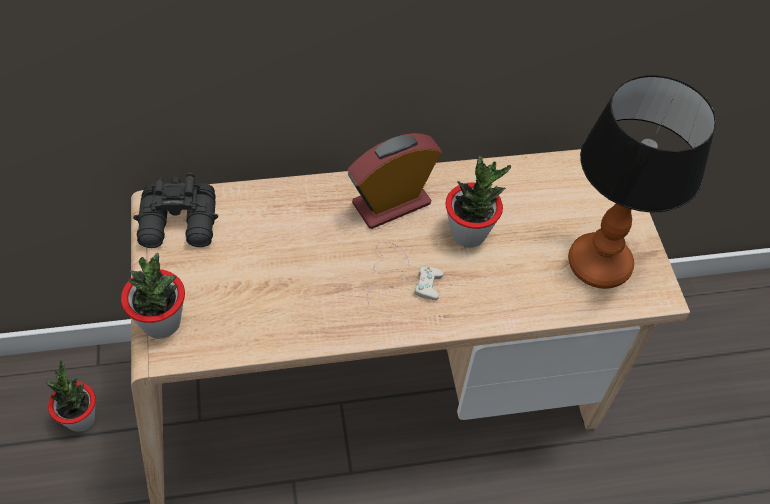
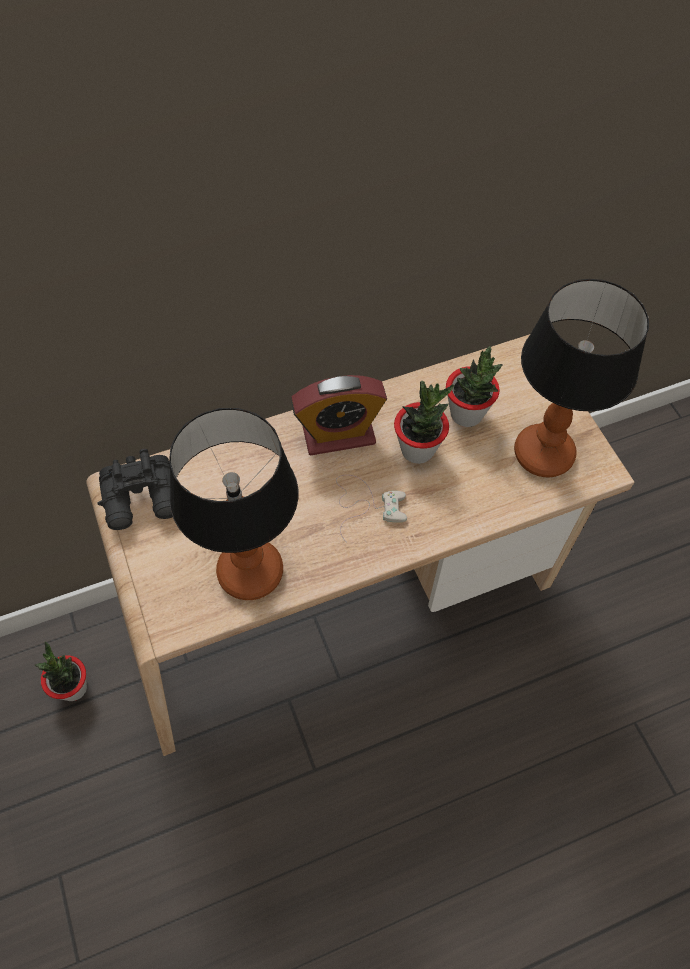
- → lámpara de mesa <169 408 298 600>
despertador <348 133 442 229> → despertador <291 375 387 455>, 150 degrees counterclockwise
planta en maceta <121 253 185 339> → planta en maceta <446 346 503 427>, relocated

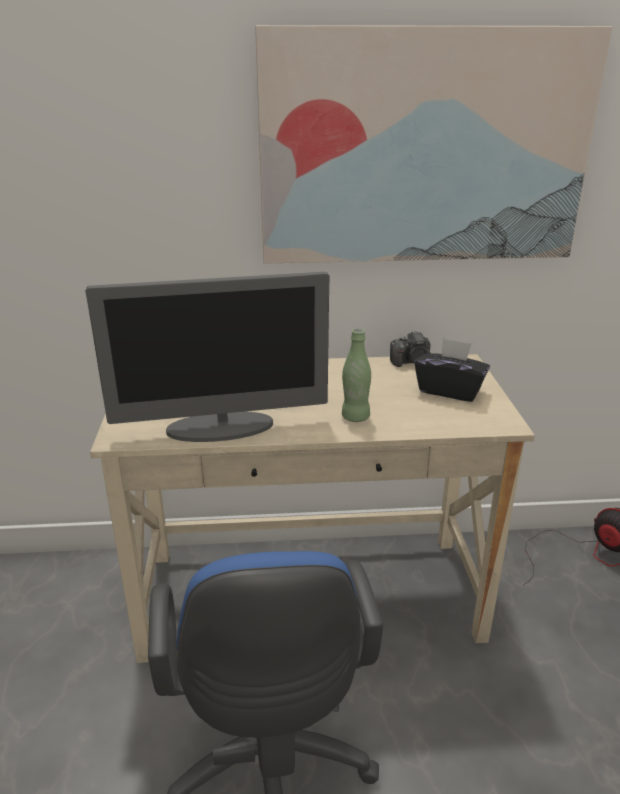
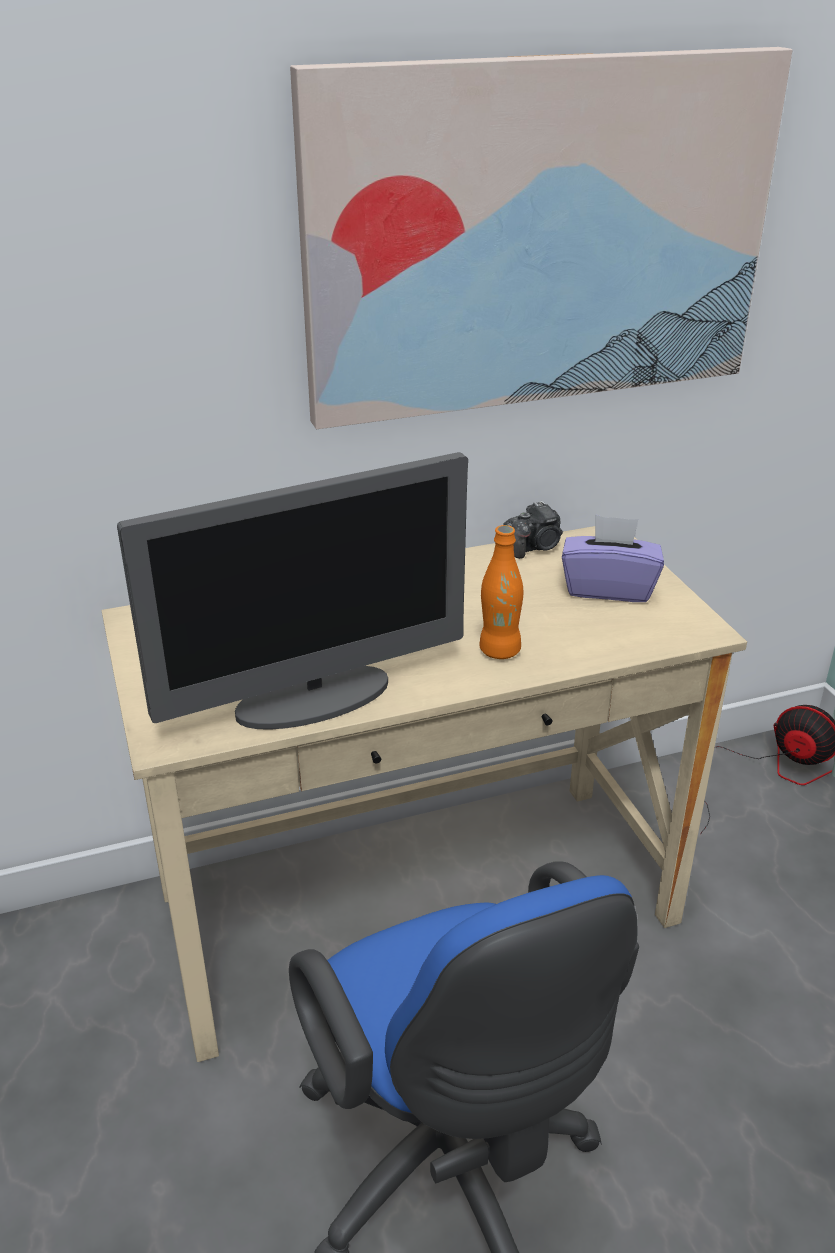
botella (verde) <342 328 371 422> → botella (naranja) <479 525 523 659>
caja de pañuelos (negro) <415 338 490 402> → caja de pañuelos (morado) <562 515 664 602>

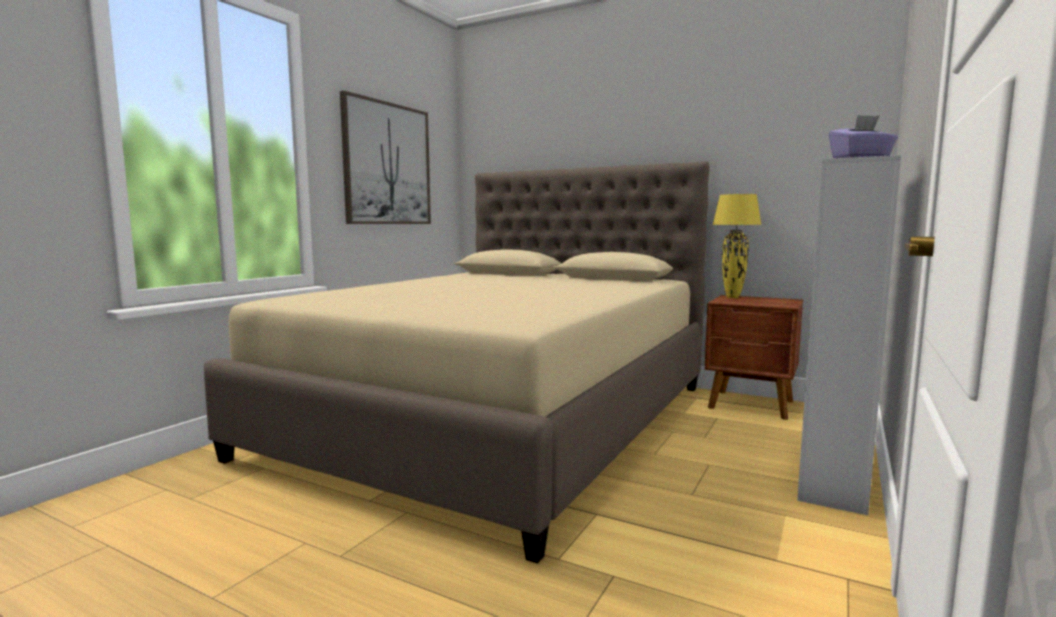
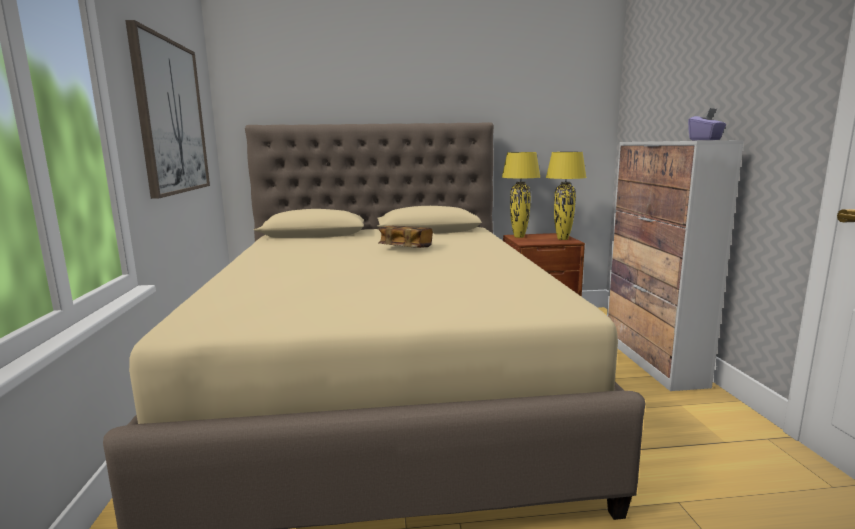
- → libro <378 226 433 248>
- → lámpara de mesa (amarillo) <546 152 587 240>

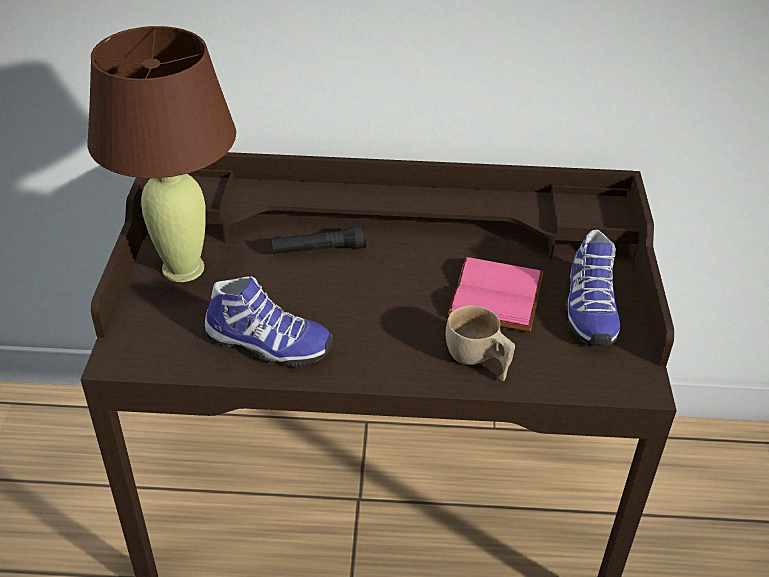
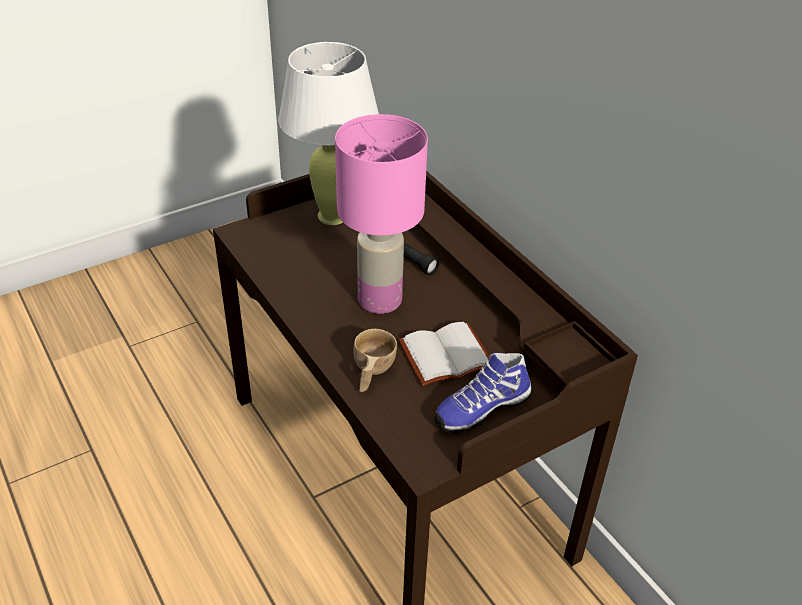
lámpara de mesa (marrón) <87 26 236 282> → lámpara de mesa (blanco) <278 42 379 225>
- → lámpara de mesa (rosa) <335 114 428 314>
libro (rosa) <448 257 544 332> → libro (blanco) <399 322 489 386>
zapato <204 276 333 368> → -

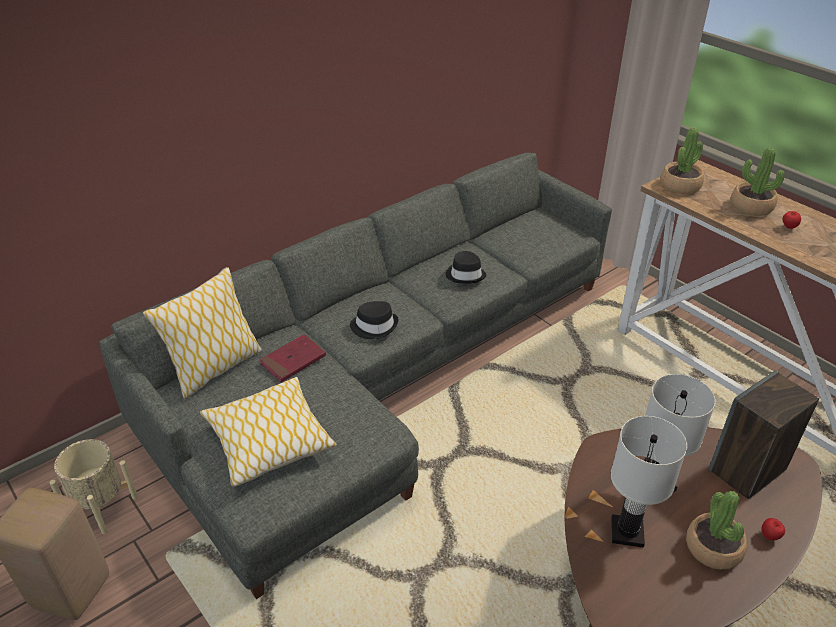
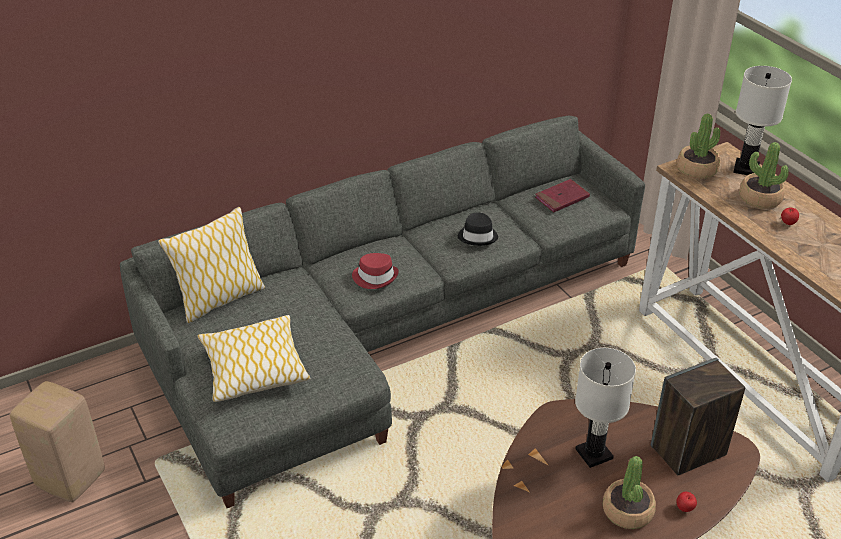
sombrero (negro) <350 301 399 339> → sombrero (rojo) <352 253 399 289>
libro (rojo) <260 334 326 383> → libro (rojo) <535 179 590 213>, relocated
lámpara de mesa (blanco) <611 416 687 548> → lámpara de mesa (blanco) <733 66 792 175>, relocated
maceta (beis) <49 439 138 534> → -

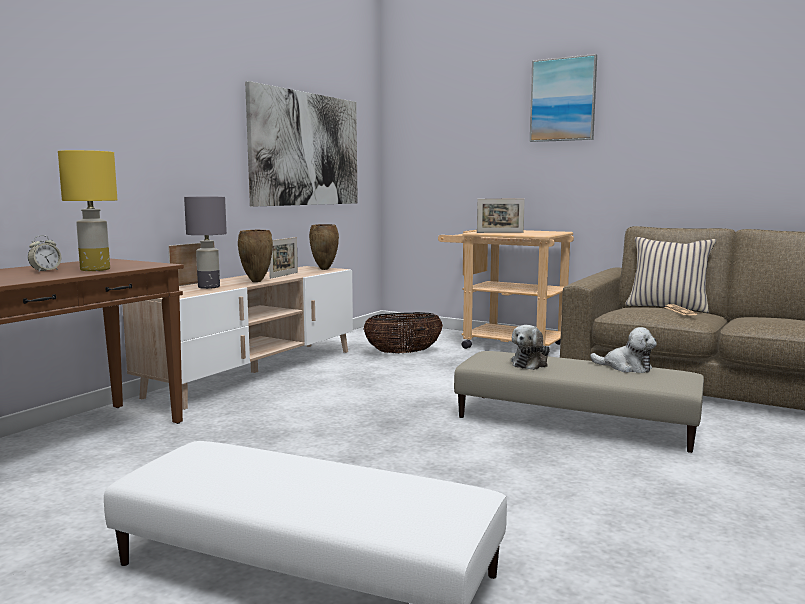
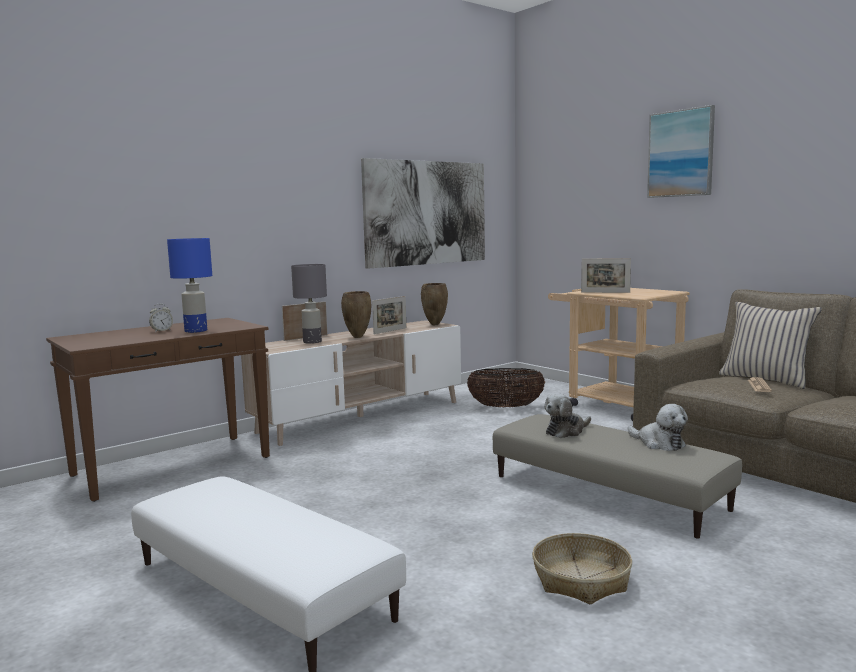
lámpara de mesa (amarillo) <58 150 117 271> → lámpara de mesa (azul) <167 238 212 333>
- → cesta <532 533 632 604>

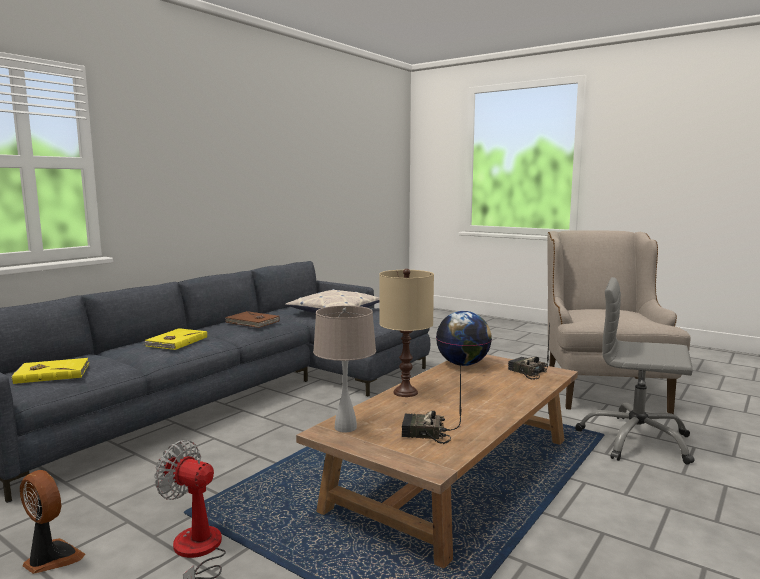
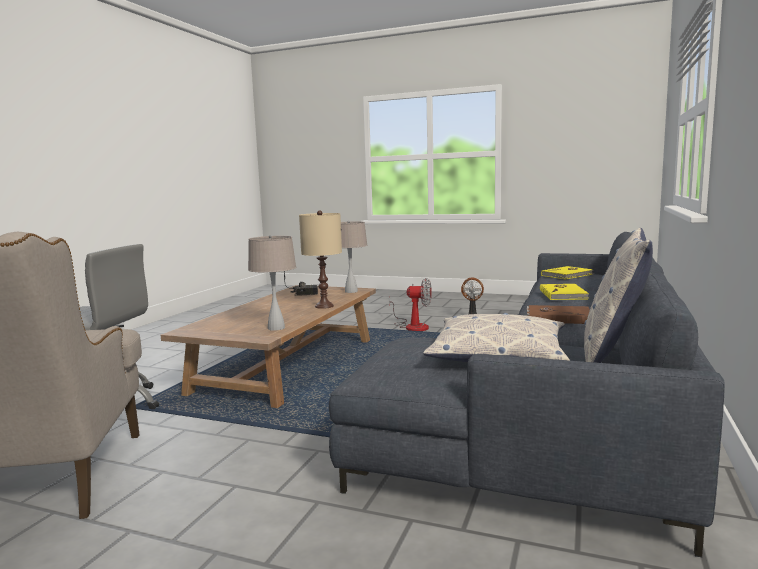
globo terráqueo <436 311 492 366> → lámpara de mesa (beis) <248 235 296 331>
- → cojín <584 228 653 363>
radio <508 323 550 380> → -

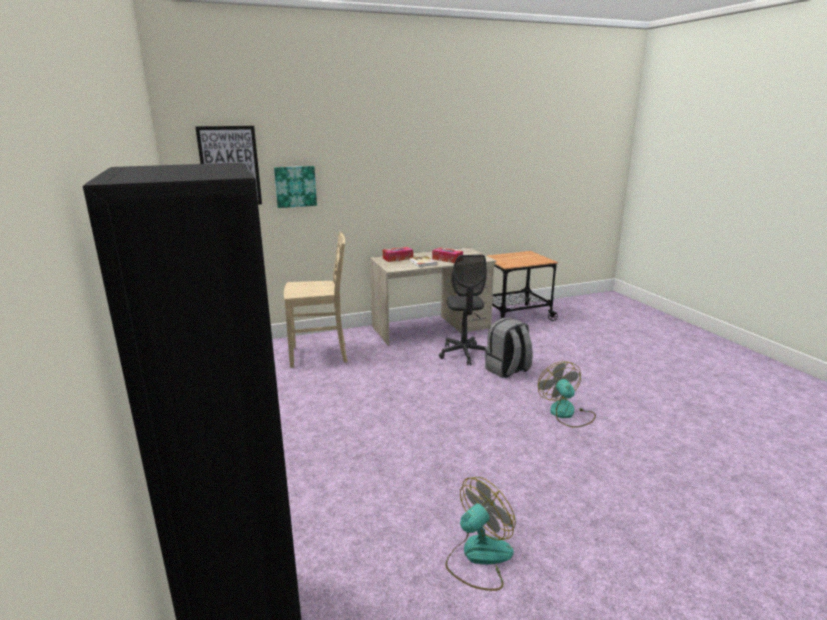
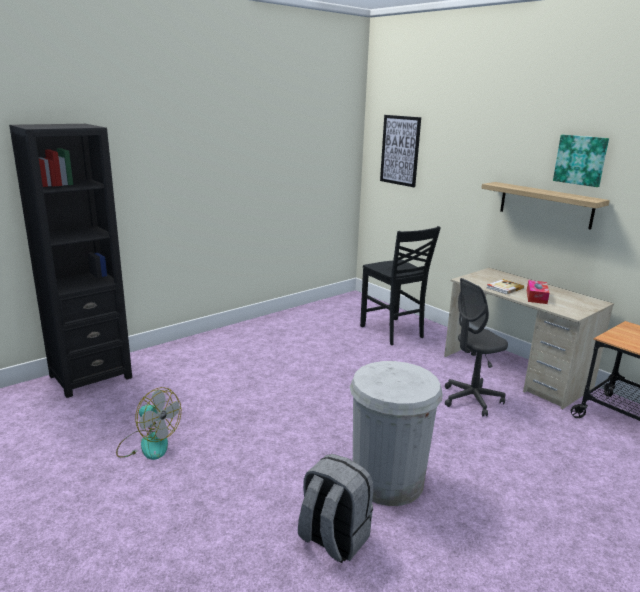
mochila (gris) <485 317 533 378> → mochila (gris) <298 454 373 563>, relocated
ventilador <538 361 596 428> → papelera (blanco) <350 361 443 506>
silla (beis) <284 232 347 368> → silla (negro) <360 226 441 345>
- → estante <481 182 610 230>
cuadro <274 166 317 208> → cuadro <553 135 609 187>, relocated
caja de pañuelos <383 247 413 262> → -

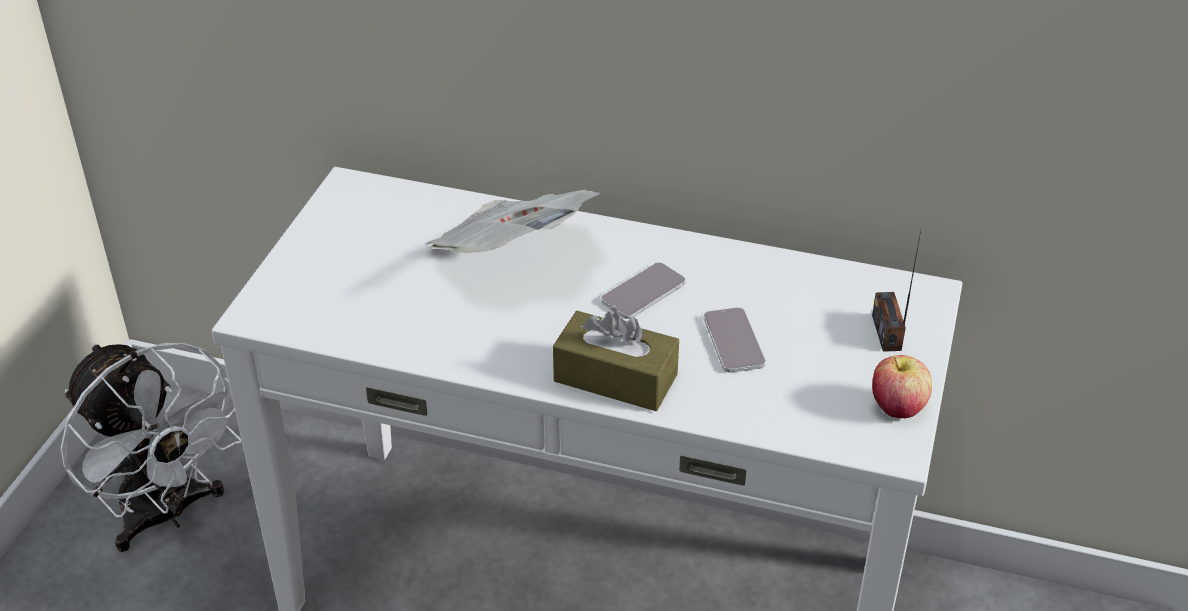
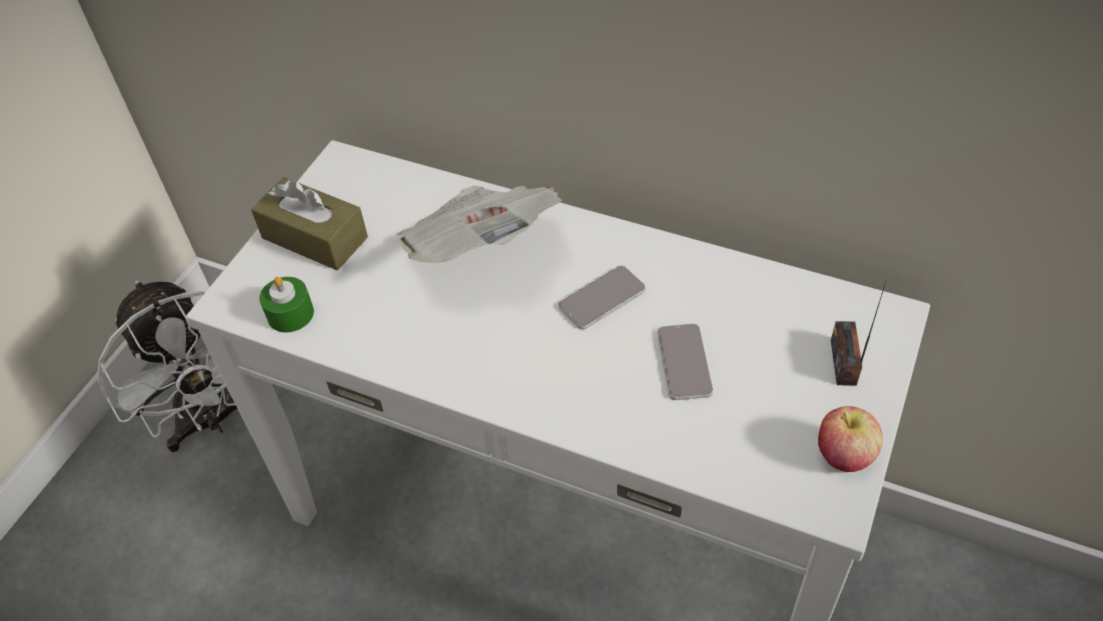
caja de pañuelos (marrón) <553 308 679 411> → caja de pañuelos (marrón) <251 177 368 270>, relocated
- → vela (verde) <259 277 314 333>

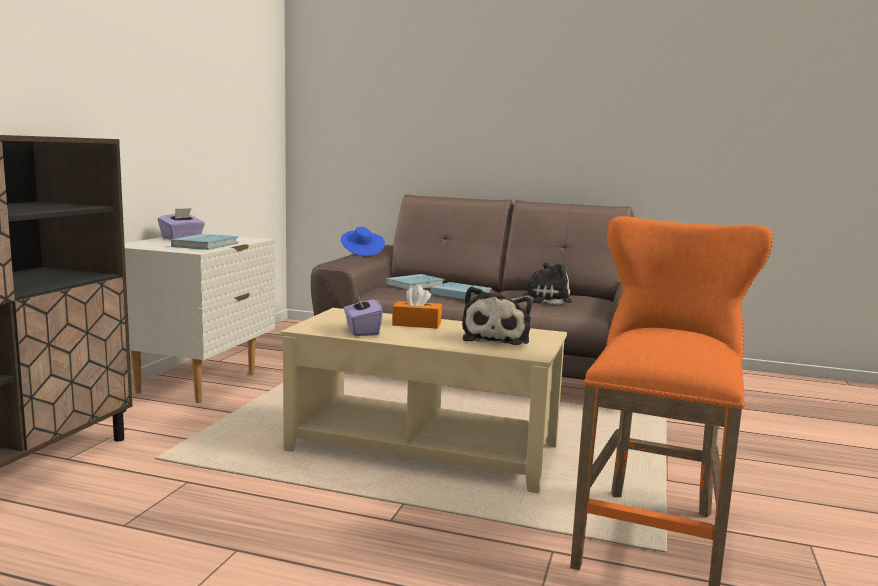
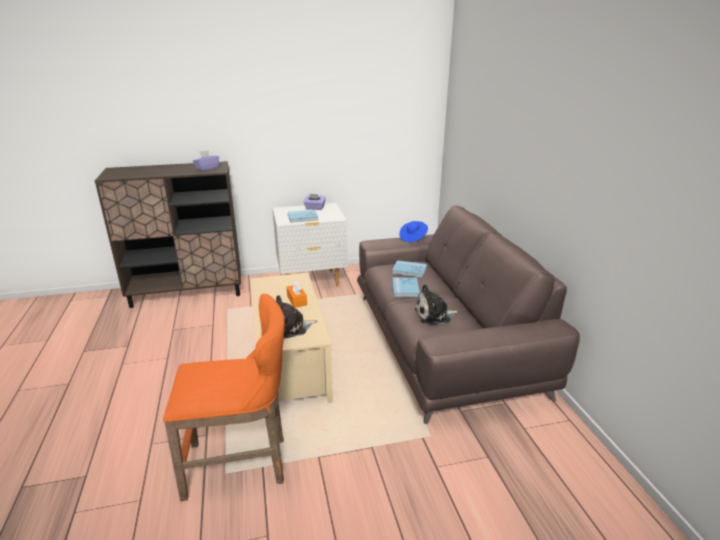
caja de pañuelos (morado) <344 293 383 336> → caja de pañuelos (morado) <193 150 219 171>, relocated
peluche <511 262 572 305> → peluche <415 284 459 325>, 120 degrees clockwise

